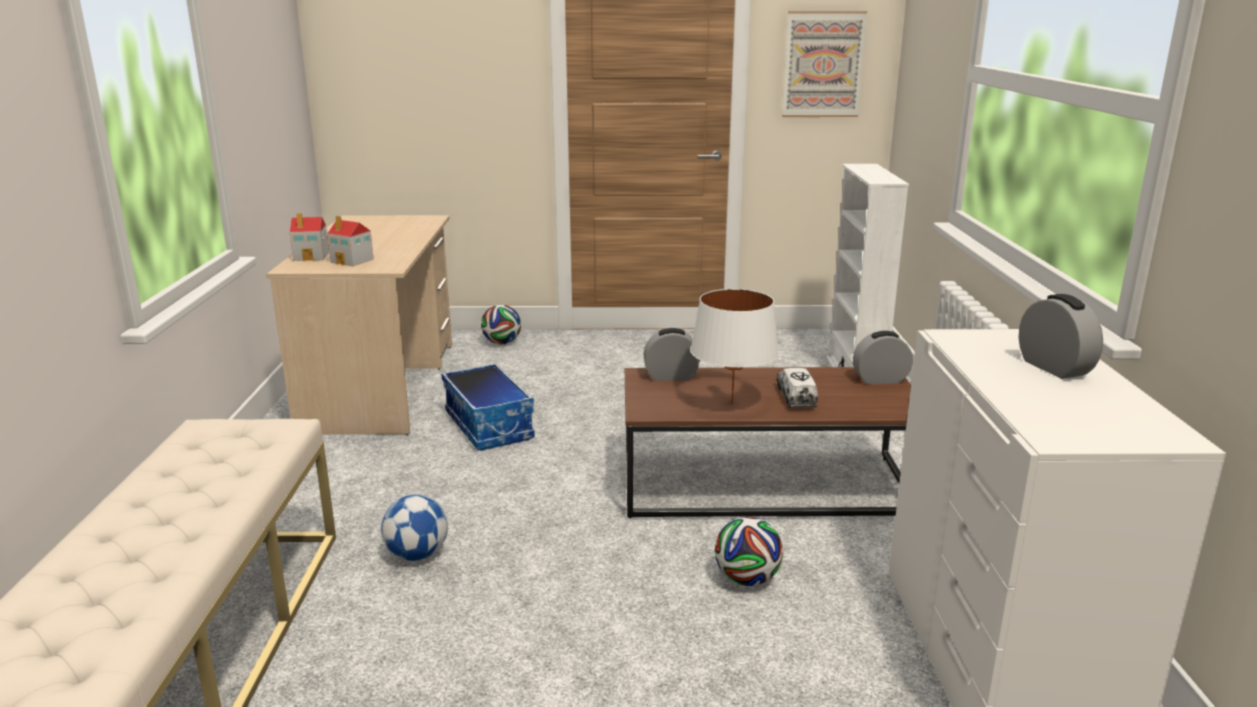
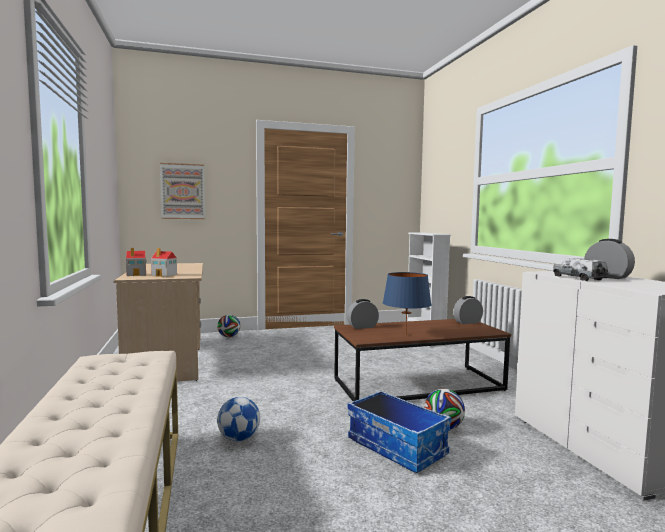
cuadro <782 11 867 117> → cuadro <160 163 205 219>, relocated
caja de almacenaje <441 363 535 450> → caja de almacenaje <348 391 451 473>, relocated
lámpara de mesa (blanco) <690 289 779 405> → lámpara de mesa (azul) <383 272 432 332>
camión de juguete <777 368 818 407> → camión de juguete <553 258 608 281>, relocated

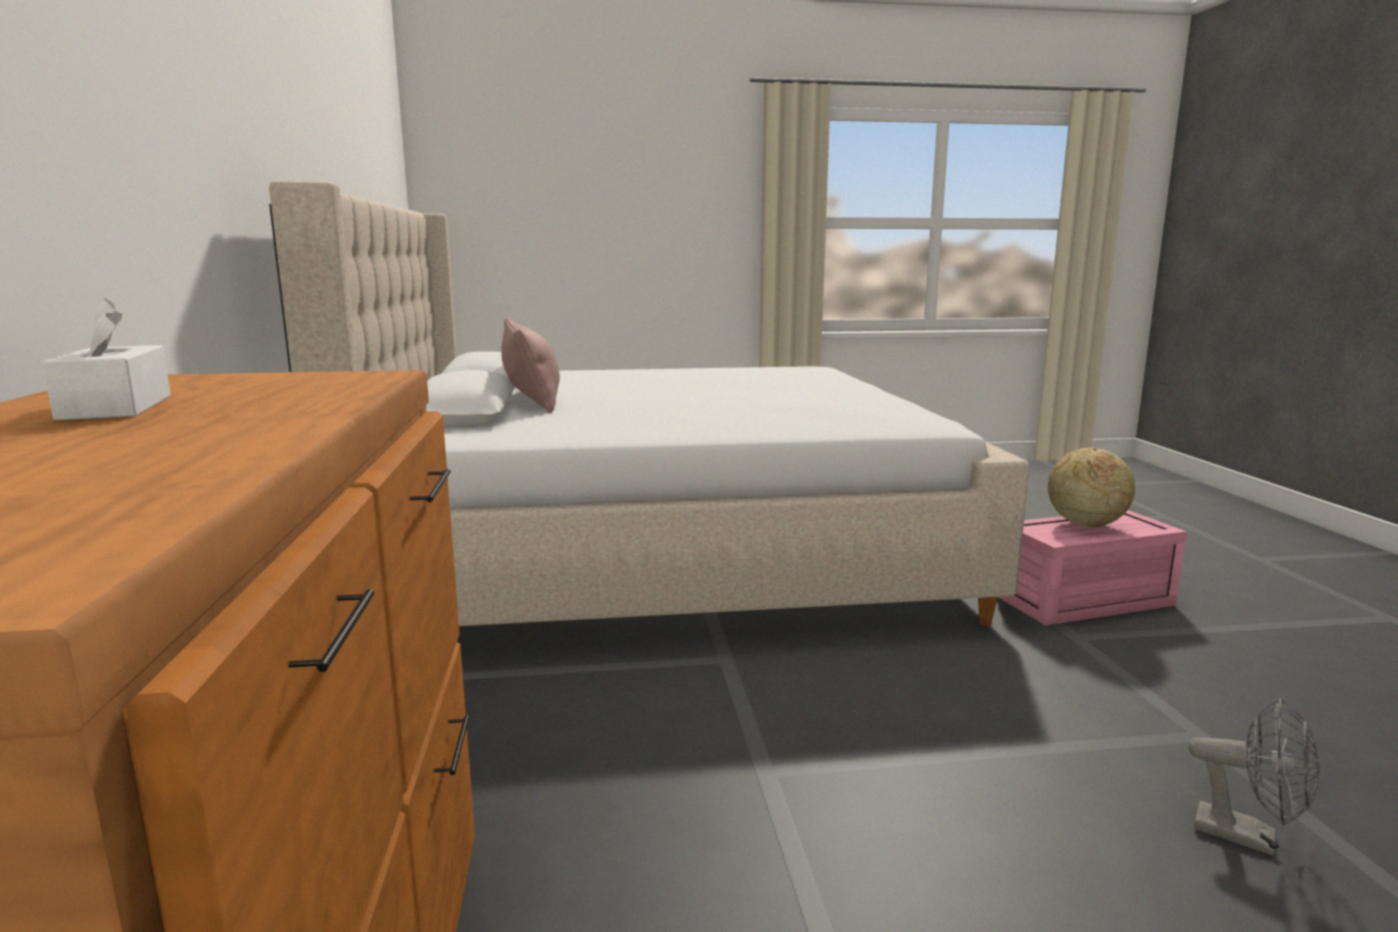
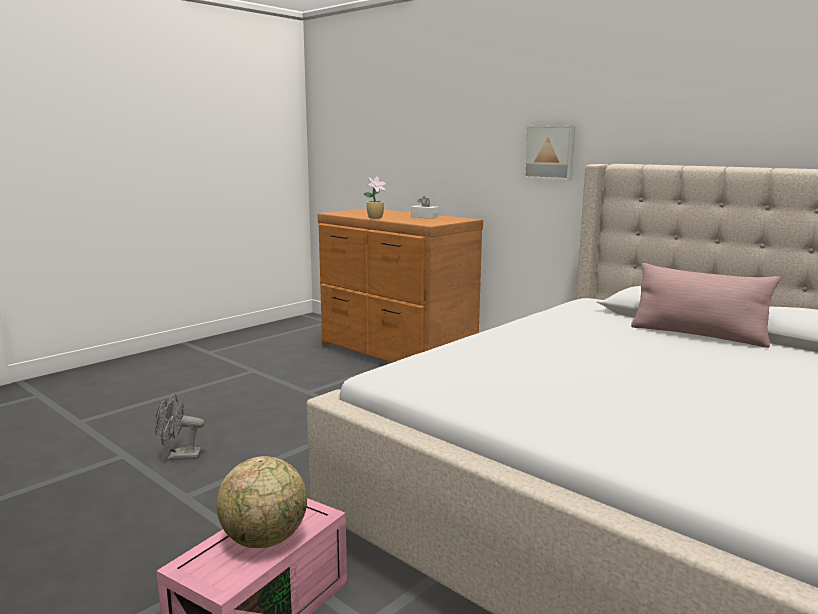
- → planta en maceta <364 177 386 219>
- → cuadro <523 125 576 180>

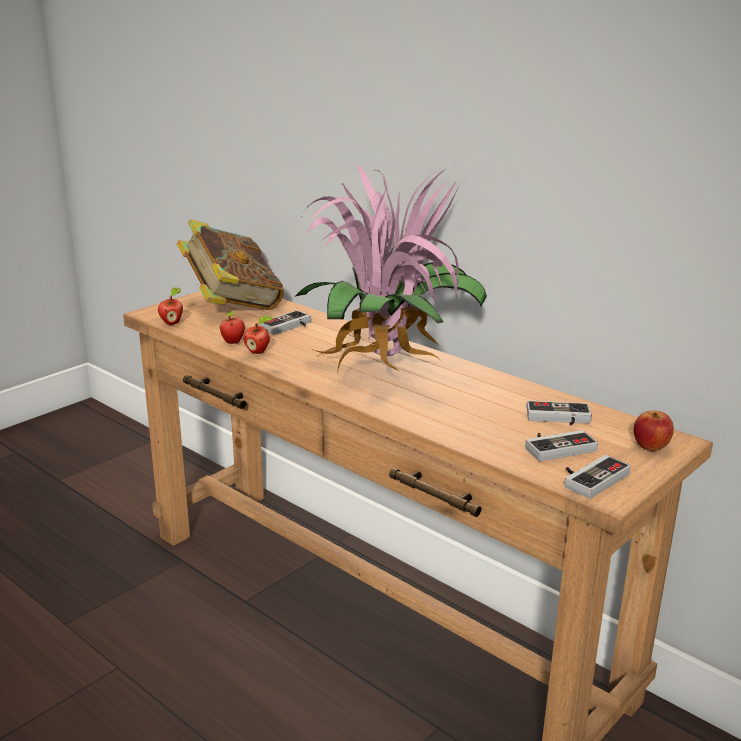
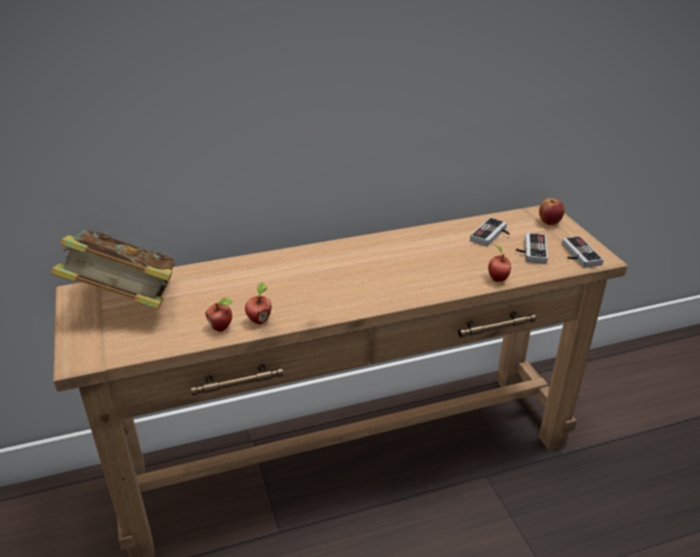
manzana <158 287 183 325> → manzana <488 244 511 282>, relocated
mando de consola <260 310 311 335> → -
planta en maceta <295 165 487 375> → -

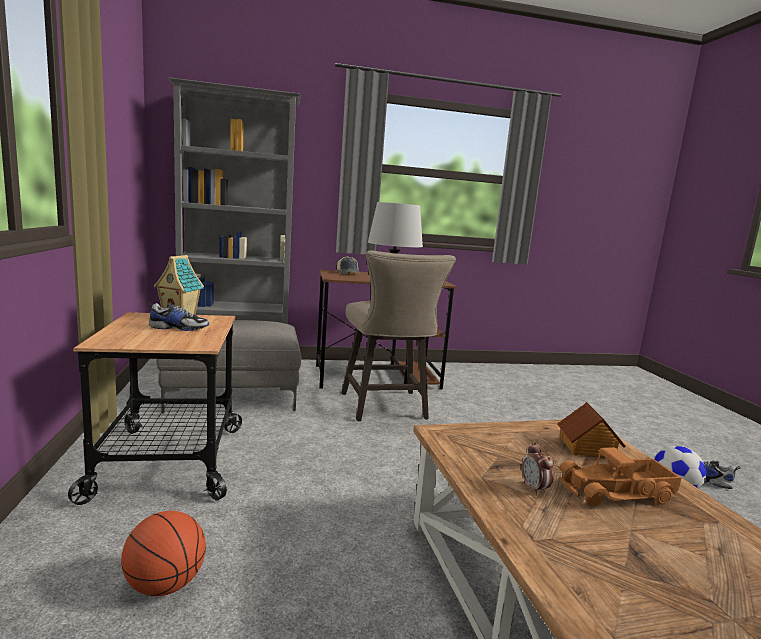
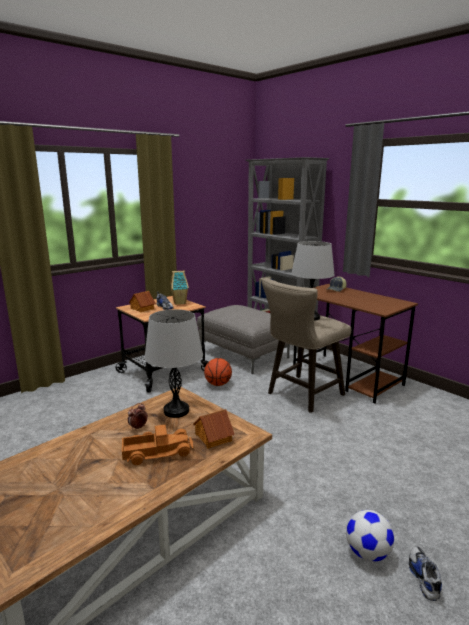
camión de juguete <559 447 681 507> → camión de juguete <122 425 193 465>, 120 degrees clockwise
- → casita <129 291 156 312>
- → lámpara de mesa (gris) <144 309 203 418>
balón de baloncesto <121 511 206 596> → balón de baloncesto <204 358 232 386>, relocated

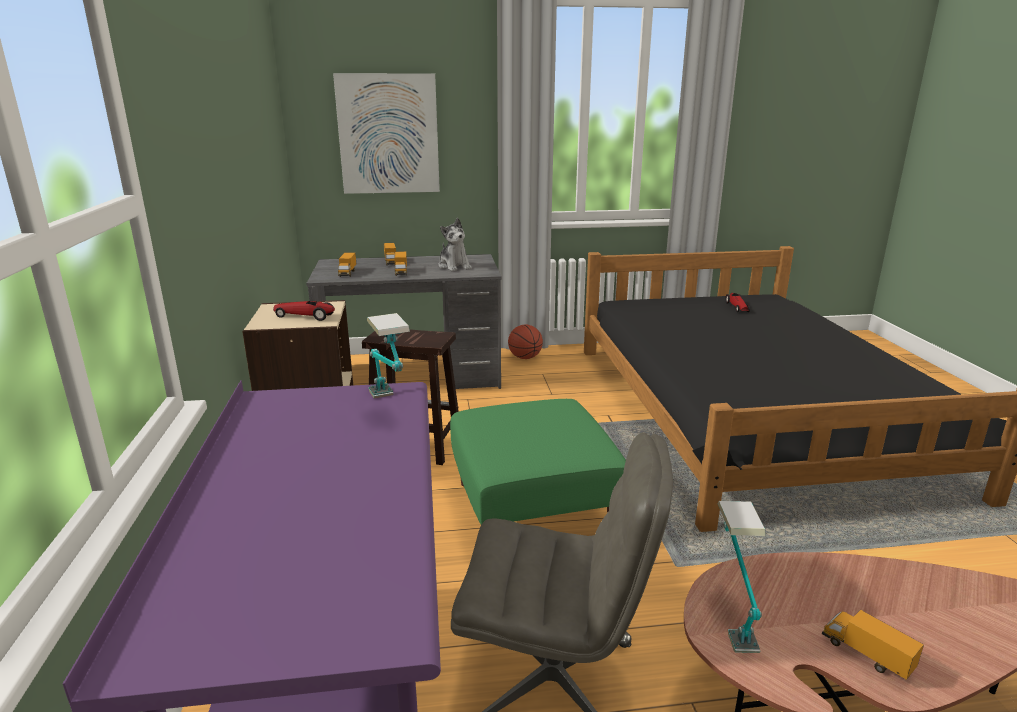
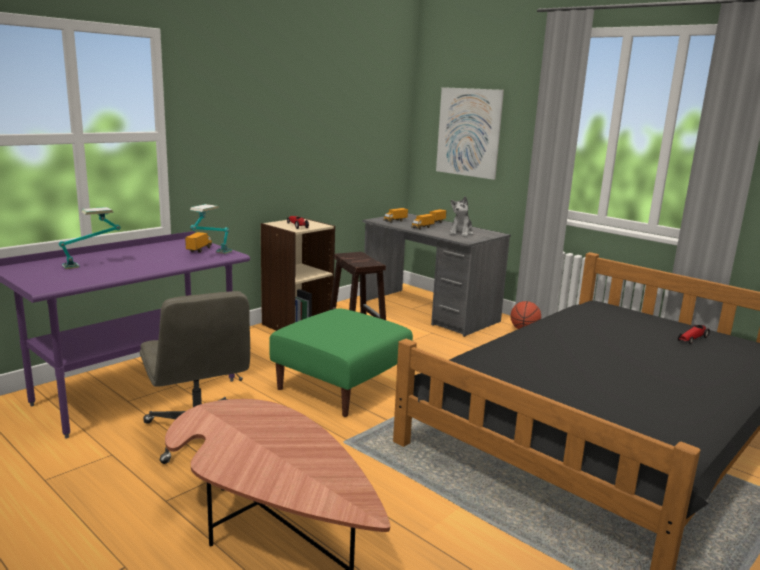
lámpara de mesa <718 501 765 653> → lámpara de mesa <59 207 121 269>, relocated
camión de juguete <822 610 924 680> → camión de juguete <185 232 212 253>, relocated

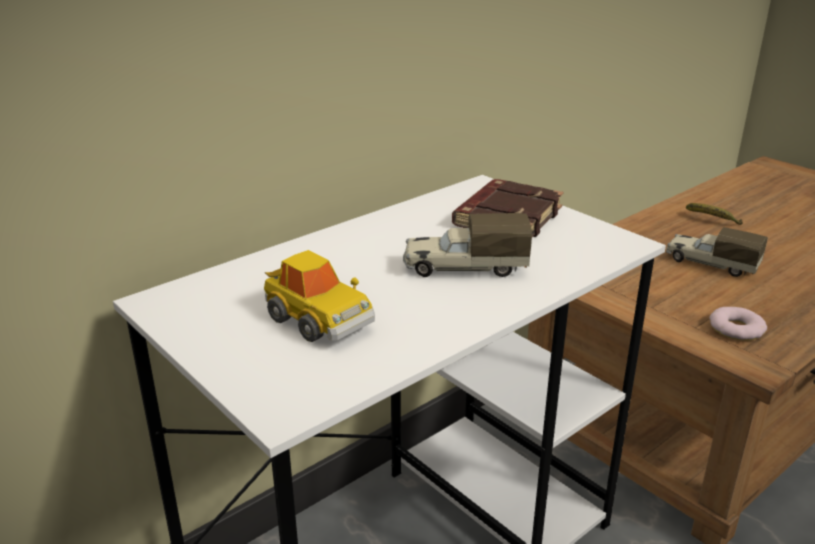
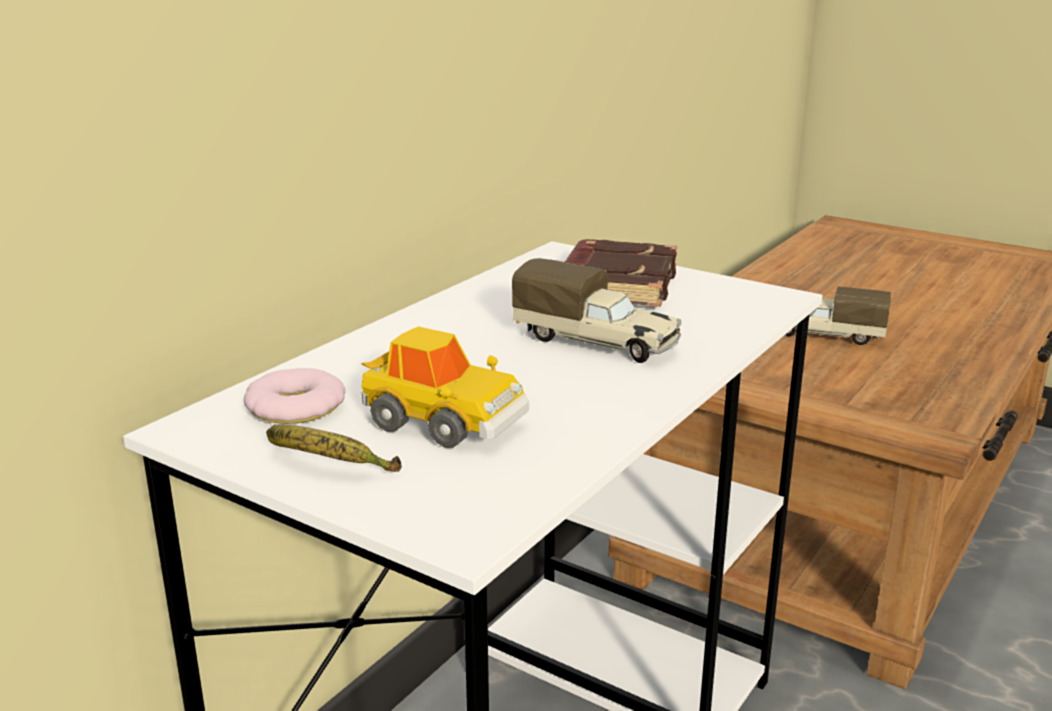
rosquilla <709 307 767 341> → rosquilla <244 368 345 424>, relocated
plátano <686 203 743 225> → plátano <266 424 402 472>, relocated
camión de juguete <403 213 532 277> → camión de juguete <512 258 681 363>, 135 degrees counterclockwise

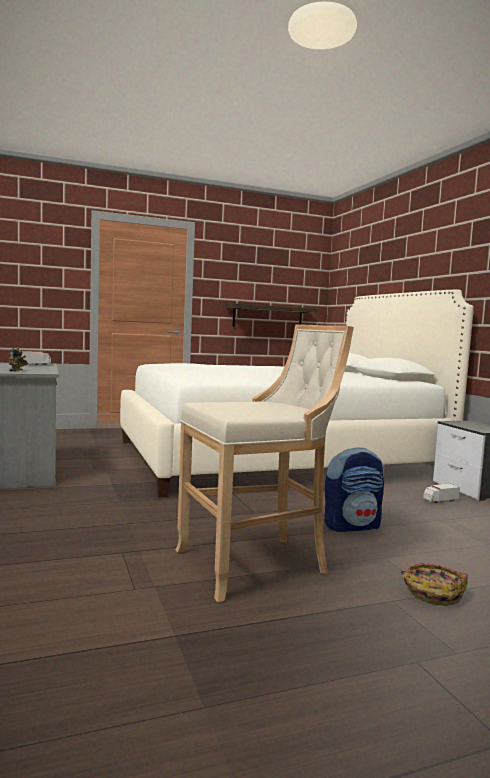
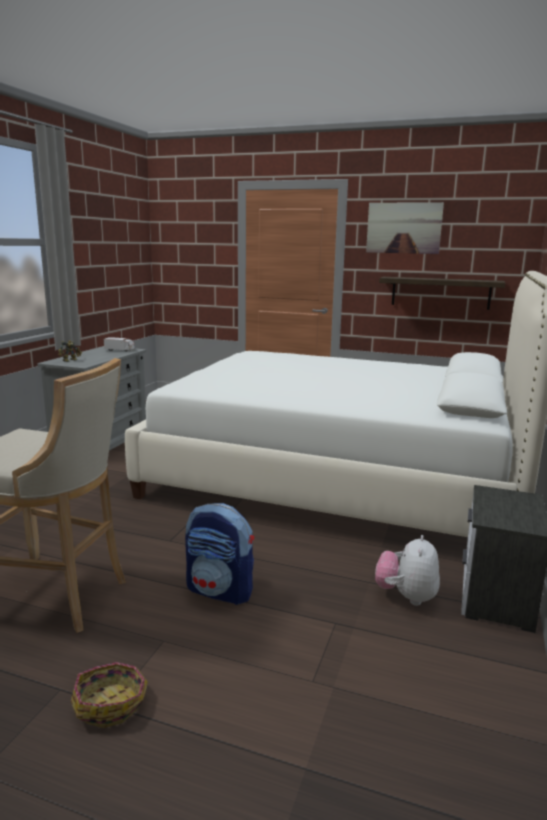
- → cuadro <366 202 444 254>
camión de juguete <423 483 460 503> → peluche <375 535 440 606>

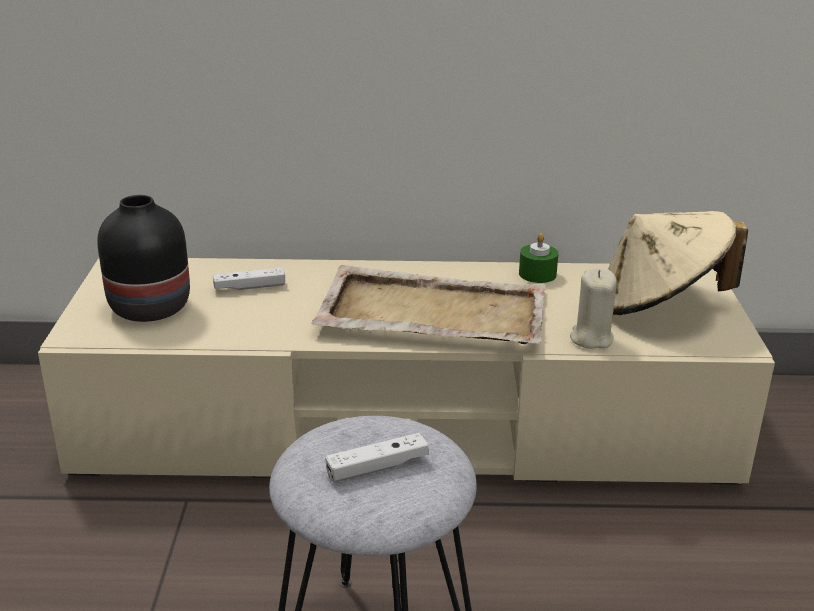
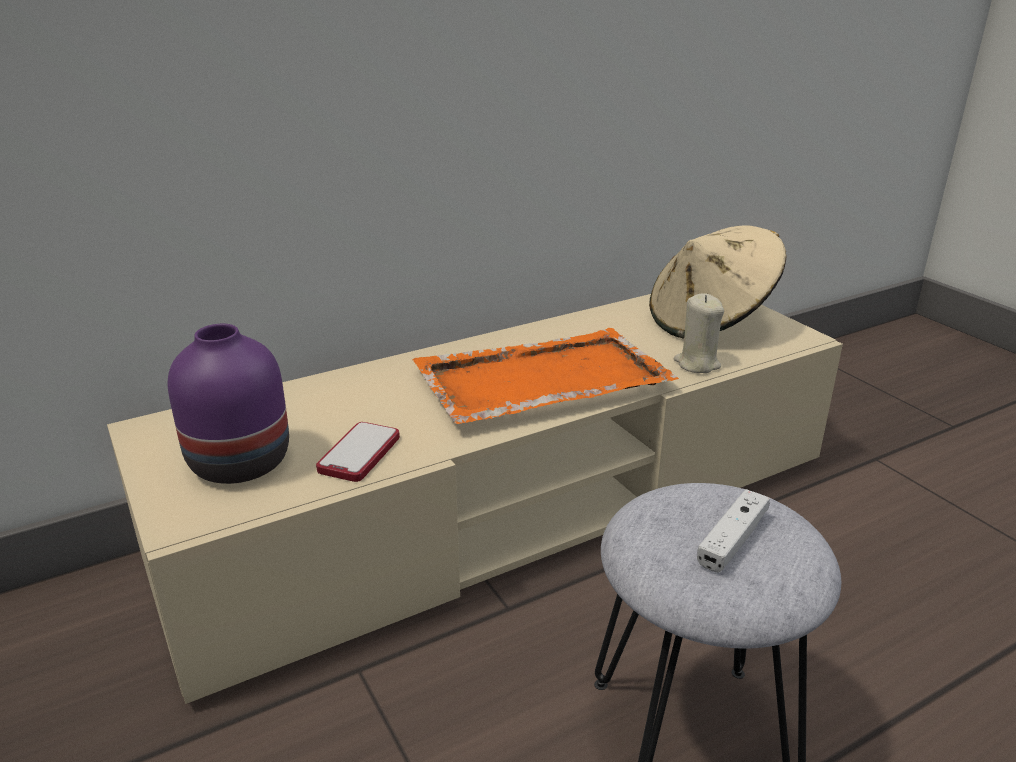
florero (negro) <97 195 190 322> → florero (morado) <168 324 289 484>
- → móvil <316 422 400 482>
bandeja (beis) <311 265 546 344> → bandeja (naranja) <413 328 679 424>
mando de consola (blanco) <213 268 285 291> → -
vela (verde) <519 233 559 283> → -

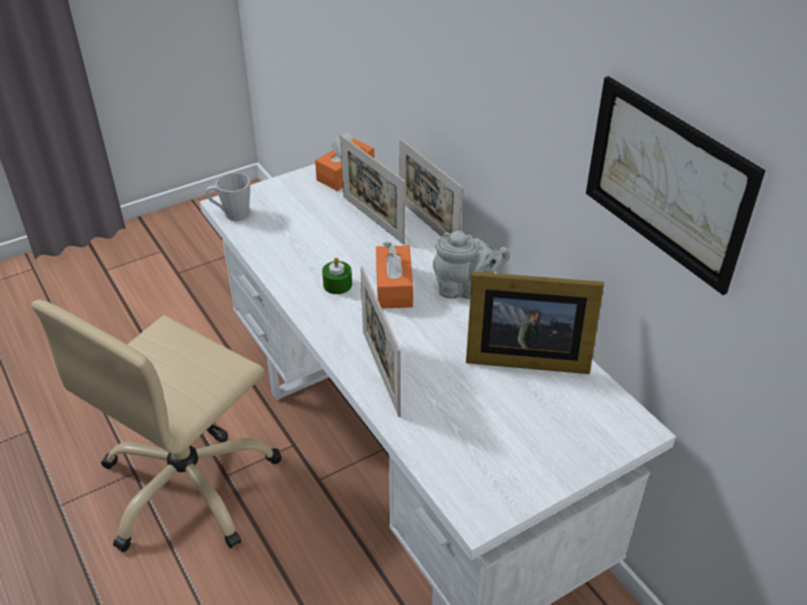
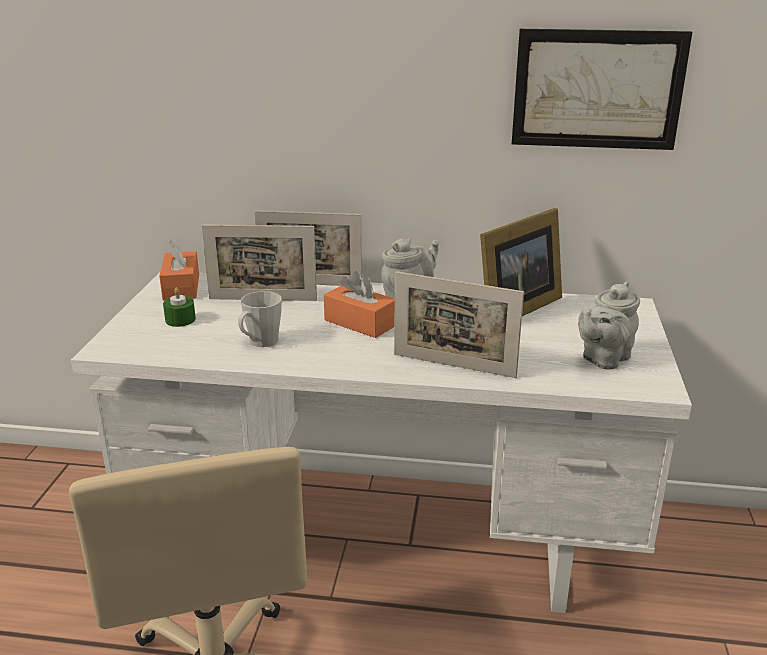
vela (verde) <322 257 352 294> → vela (verde) <163 287 196 327>, relocated
taza grande (gris) <206 173 250 221> → taza grande (gris) <238 291 282 347>, relocated
- → tetera (gris) <578 282 640 370>

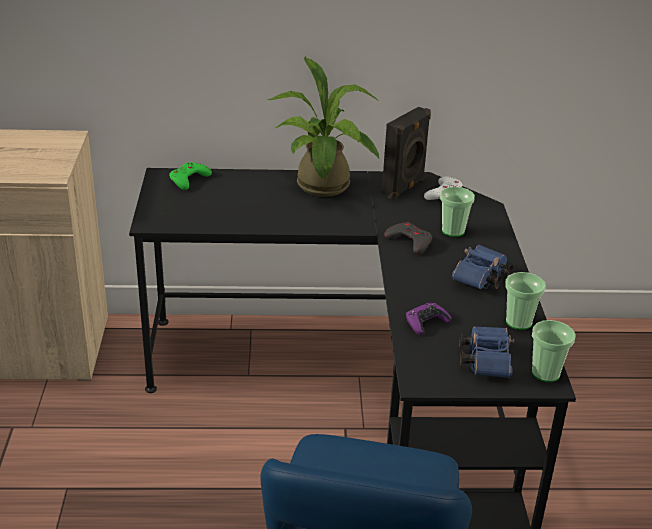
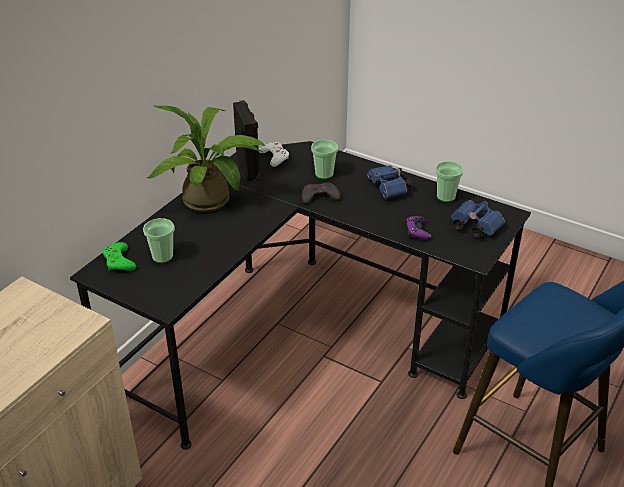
taza <532 320 576 382> → taza <143 218 175 263>, relocated

